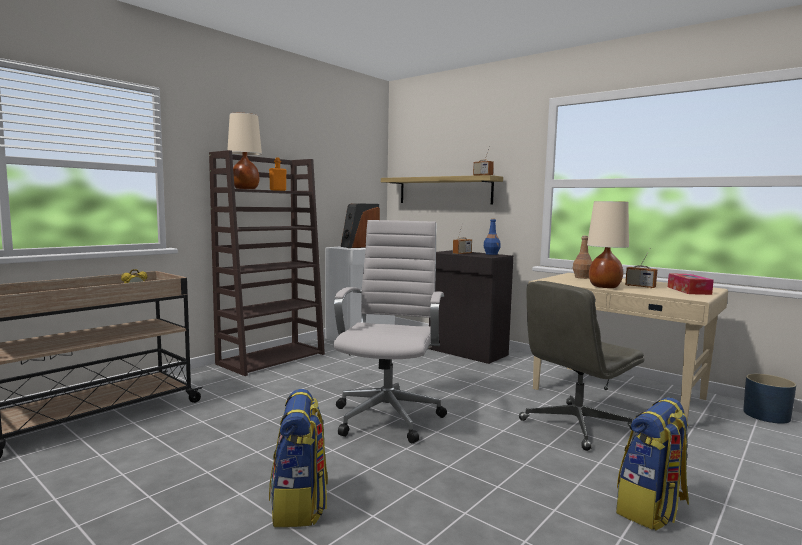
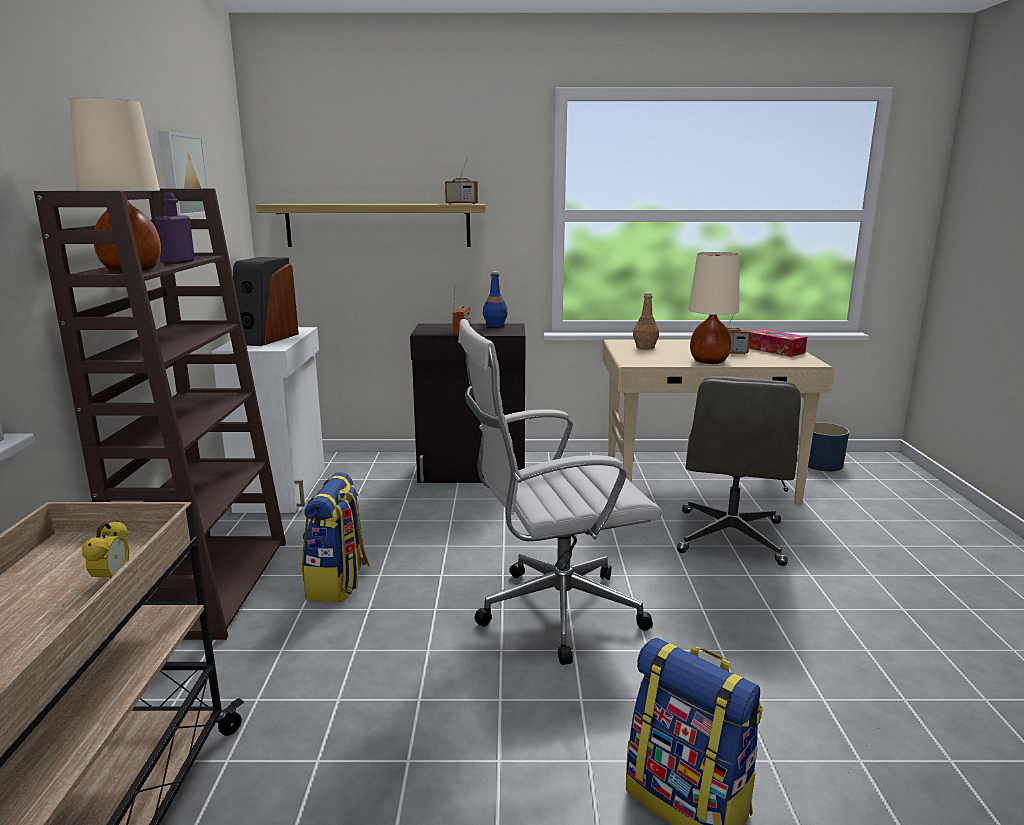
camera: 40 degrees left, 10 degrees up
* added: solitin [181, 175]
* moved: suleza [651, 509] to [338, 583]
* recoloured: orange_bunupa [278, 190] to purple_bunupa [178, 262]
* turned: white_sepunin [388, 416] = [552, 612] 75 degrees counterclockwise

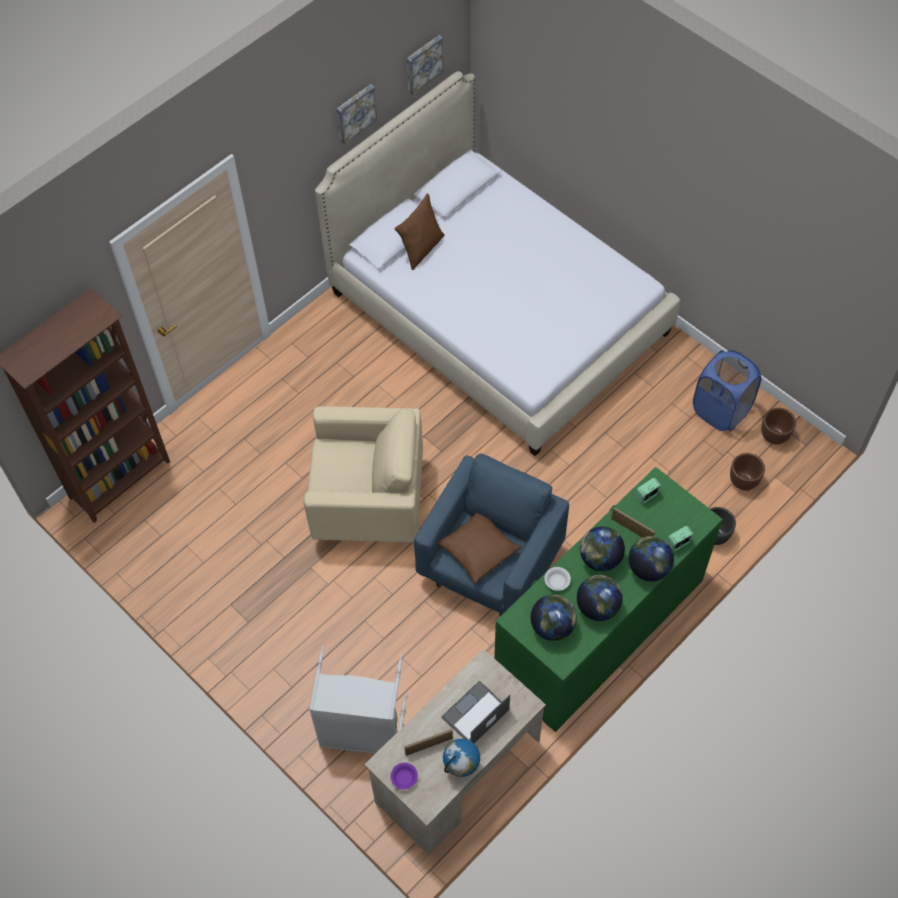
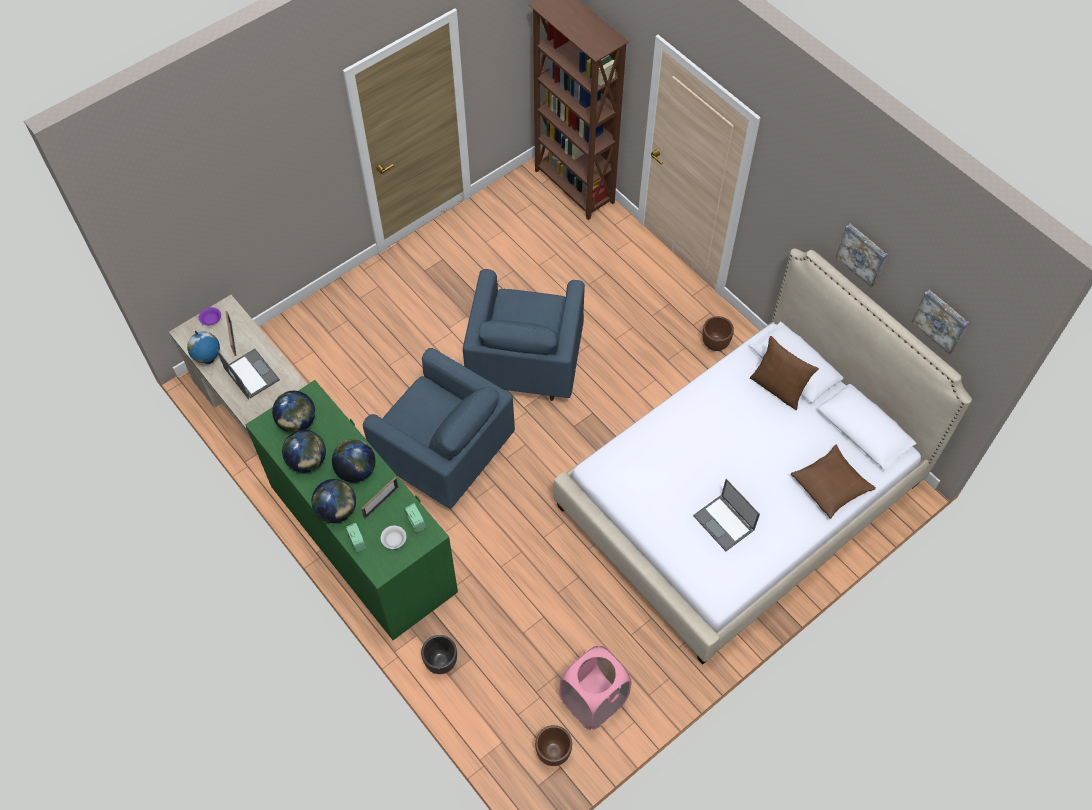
camera: 95 degrees right, 0 degrees up
* removed: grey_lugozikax [362, 731]
* added: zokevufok [724, 523]
* moved: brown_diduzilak [478, 549] to [831, 485]
* moved: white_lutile [557, 581] to [394, 540]
* moved: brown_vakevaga [743, 482] to [715, 344]
* recoloured: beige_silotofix [368, 502] to blue_silotofix [525, 362]
* recoloured: blue_lugozikax [721, 410] to pink_lugozikax [593, 701]

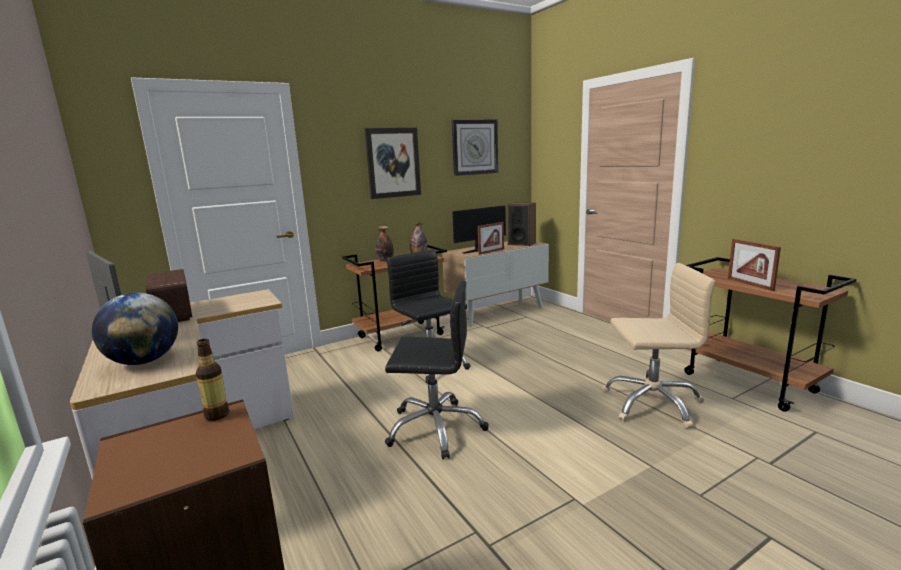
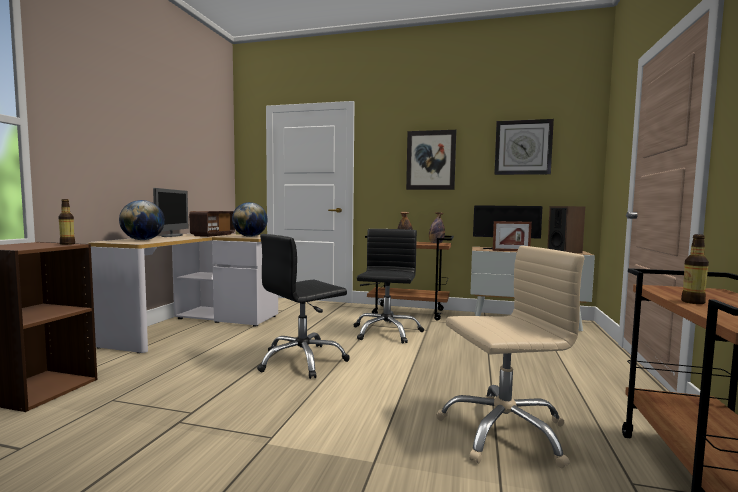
camera: 45 degrees right, 10 degrees down
* added: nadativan [250, 236]
* replaced: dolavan [749, 284] to bunupa [693, 302]
* turned: black_sepunin [435, 428] = [302, 361] 90 degrees clockwise
* turned: beige_sepunin [652, 403] = [503, 431] 60 degrees counterclockwise

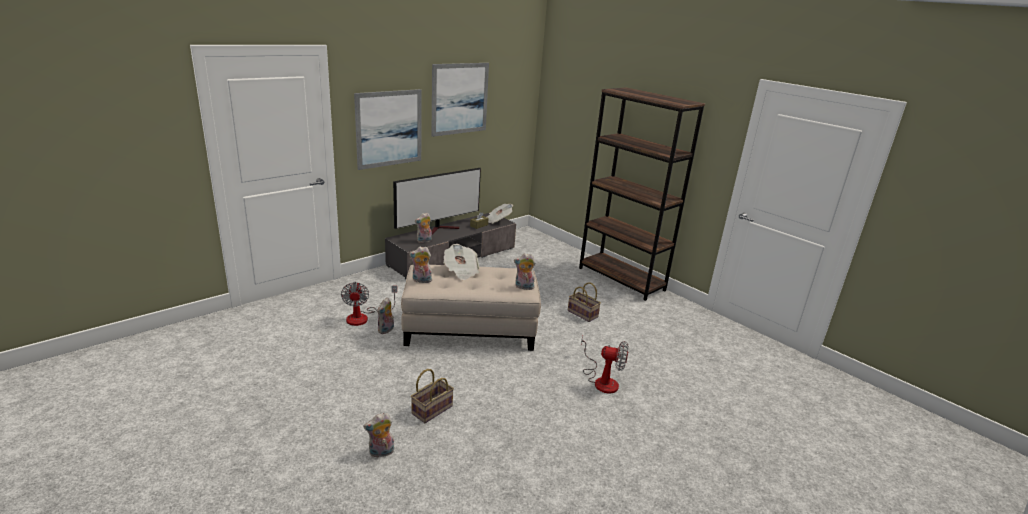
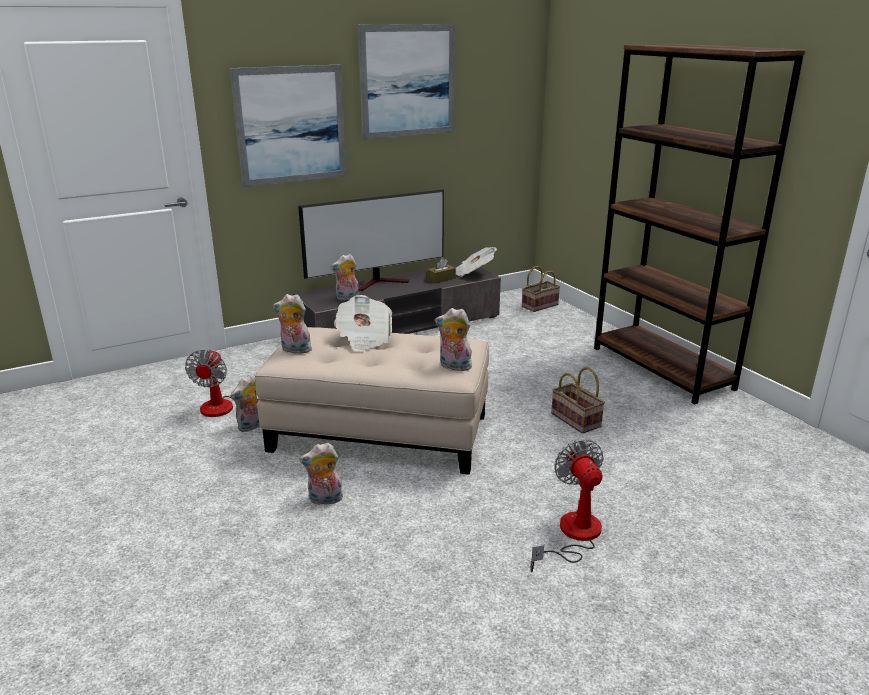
camera: 15 degrees right, 0 degrees up
* moved: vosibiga [381, 453] to [324, 500]
* moved: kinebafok [432, 409] to [540, 305]
* turned: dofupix [602, 380] = [572, 535] 135 degrees counterclockwise

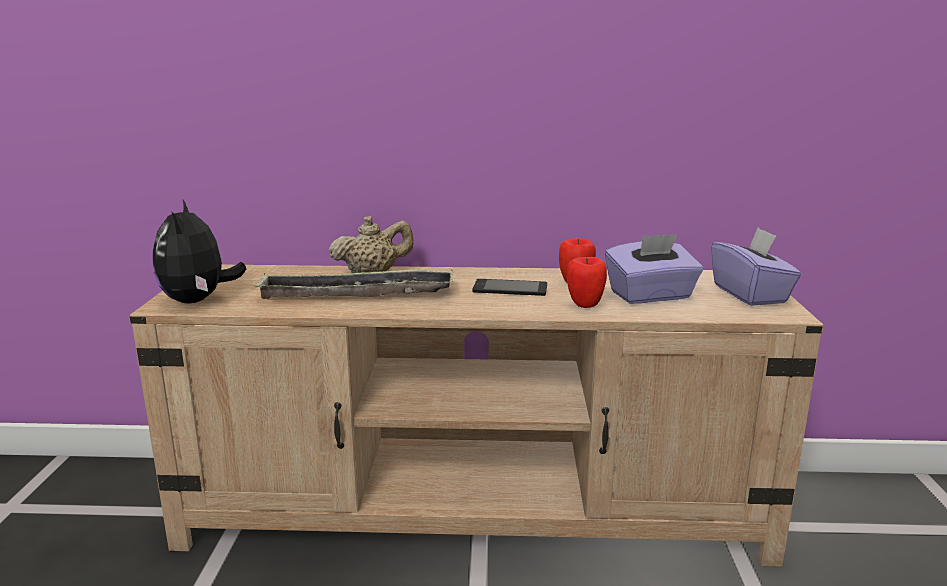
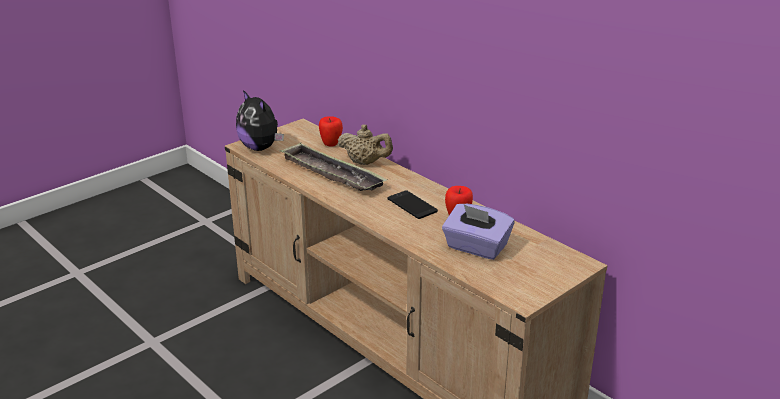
camera: 45 degrees right, 10 degrees up
* removed: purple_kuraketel [750, 294]
* moved: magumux [585, 304] to [331, 144]
* turned: vosibiga [198, 300] = [261, 148] 75 degrees counterclockwise

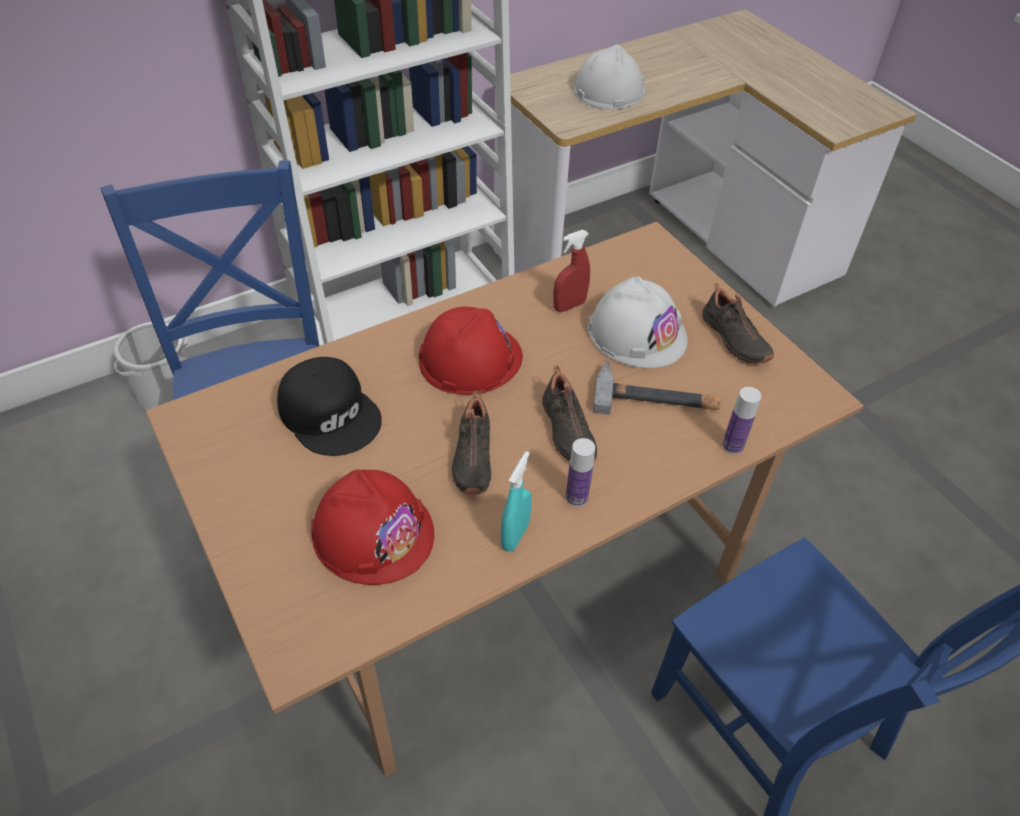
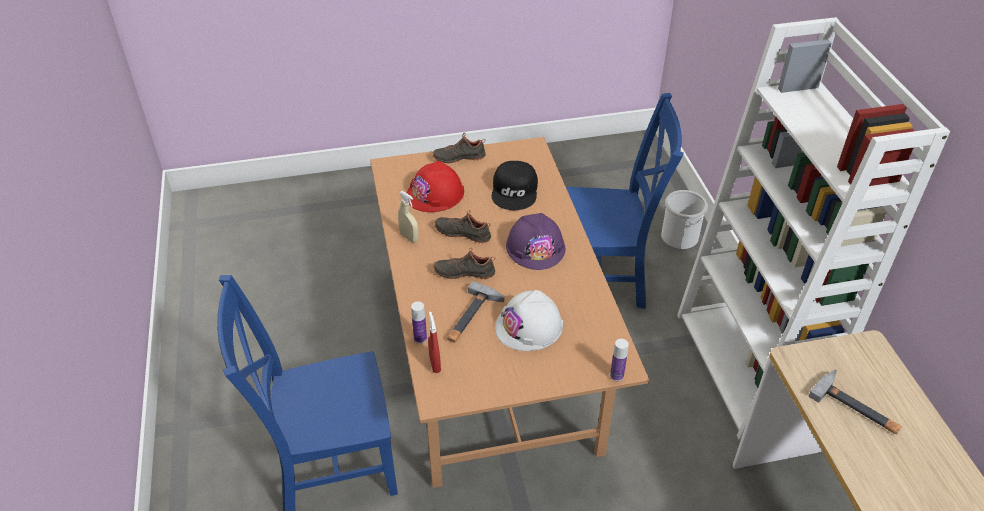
camera: 110 degrees right, 5 degrees down
* moved: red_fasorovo [569, 306] to [435, 364]
* moved: bunupa [576, 497] to [616, 375]
* moved: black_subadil [733, 339] to [459, 157]
* replaced: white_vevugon [609, 90] to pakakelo [857, 407]
* recoloured: red_vevugon [470, 358] to purple_vevugon [535, 247]
* recoloured: turquoise_fasorovo [515, 535] to beige_fasorovo [409, 237]
* turned: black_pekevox [331, 413] = [515, 191] 60 degrees counterclockwise

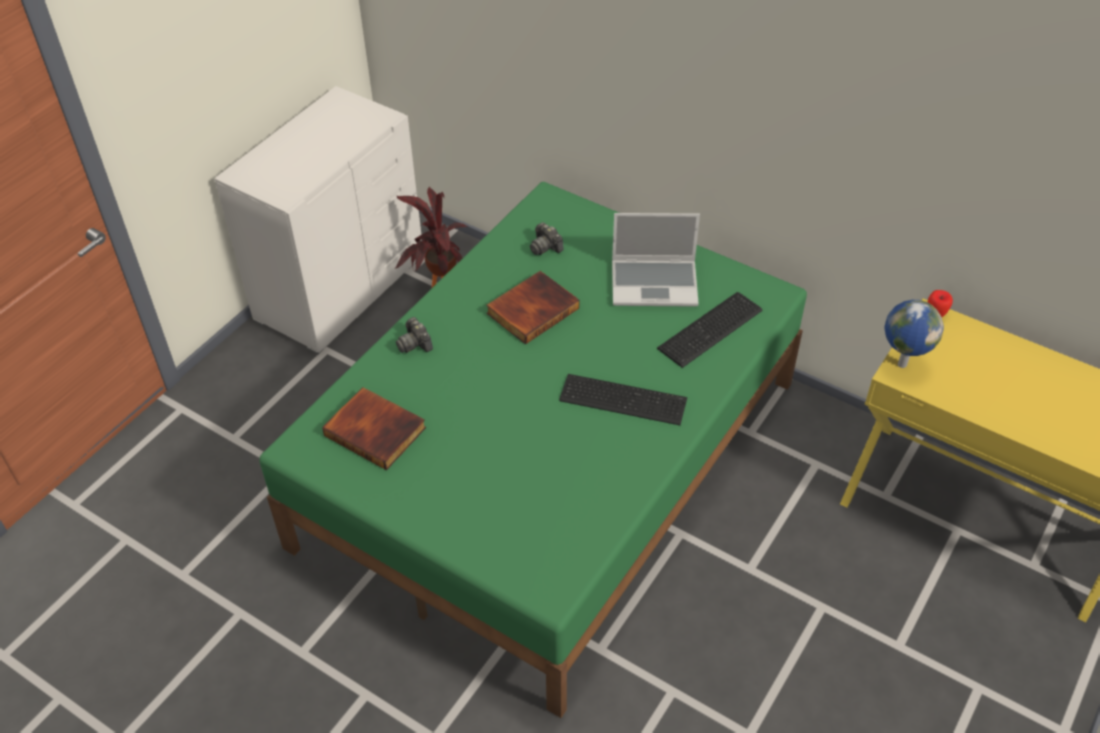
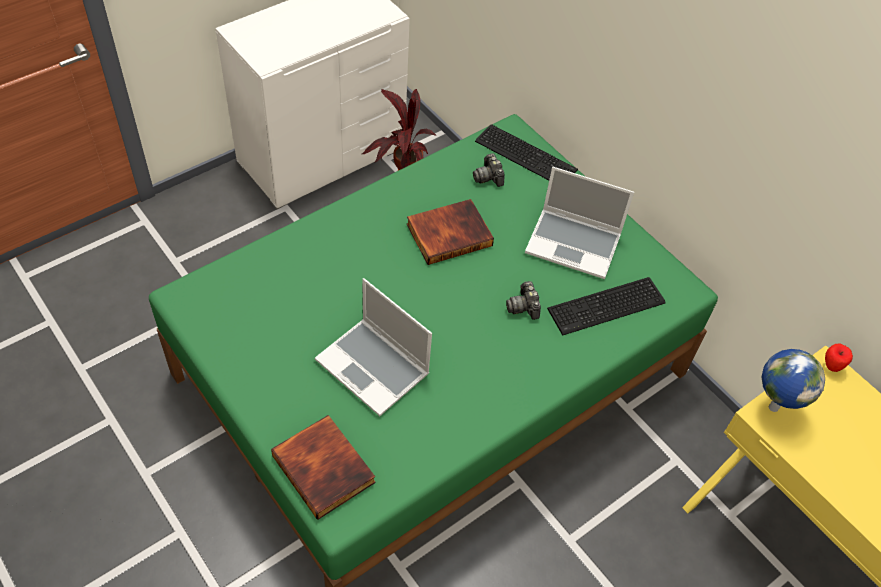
camera: 15 degrees right, 5 degrees up
* added: zokevufok [374, 367]
* moved: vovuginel [376, 430] to [325, 468]
* moved: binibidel [415, 343] to [523, 307]
* moved: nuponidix [622, 397] to [525, 154]

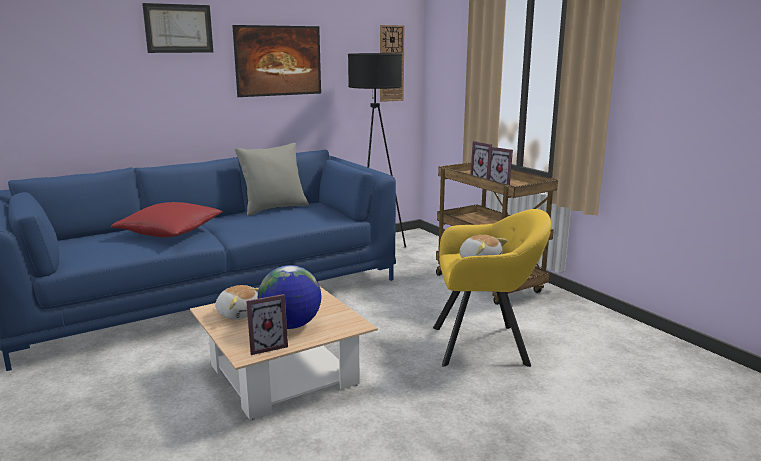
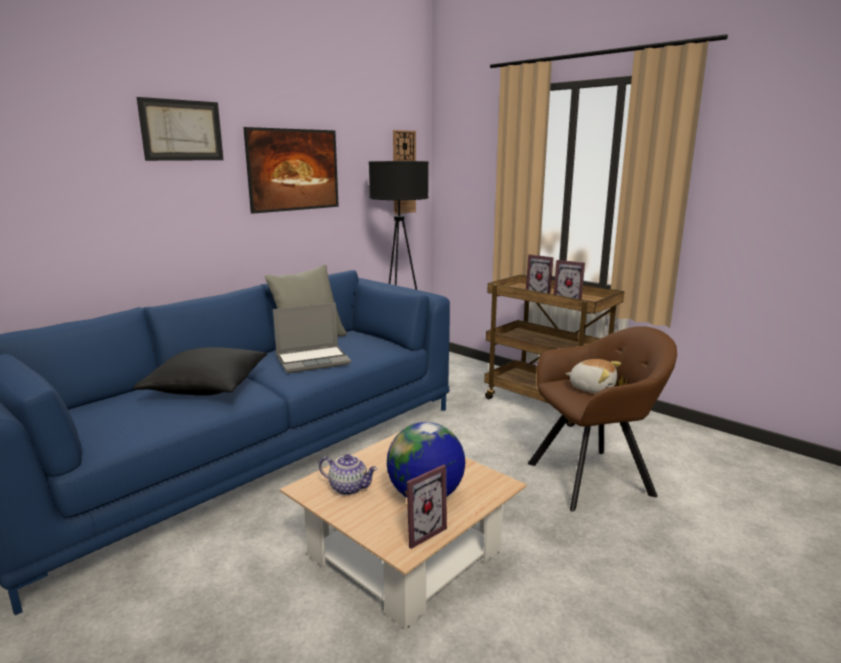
camera: 15 degrees left, 0 degrees up
* added: zokevufok [314, 360]
* replaced: vosibiga [239, 313] to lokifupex [349, 487]
* recoloured: red_diduzilak [170, 233] to black_diduzilak [207, 387]
* recoloured: yellow_silotofix [485, 345] to brown_silotofix [595, 478]

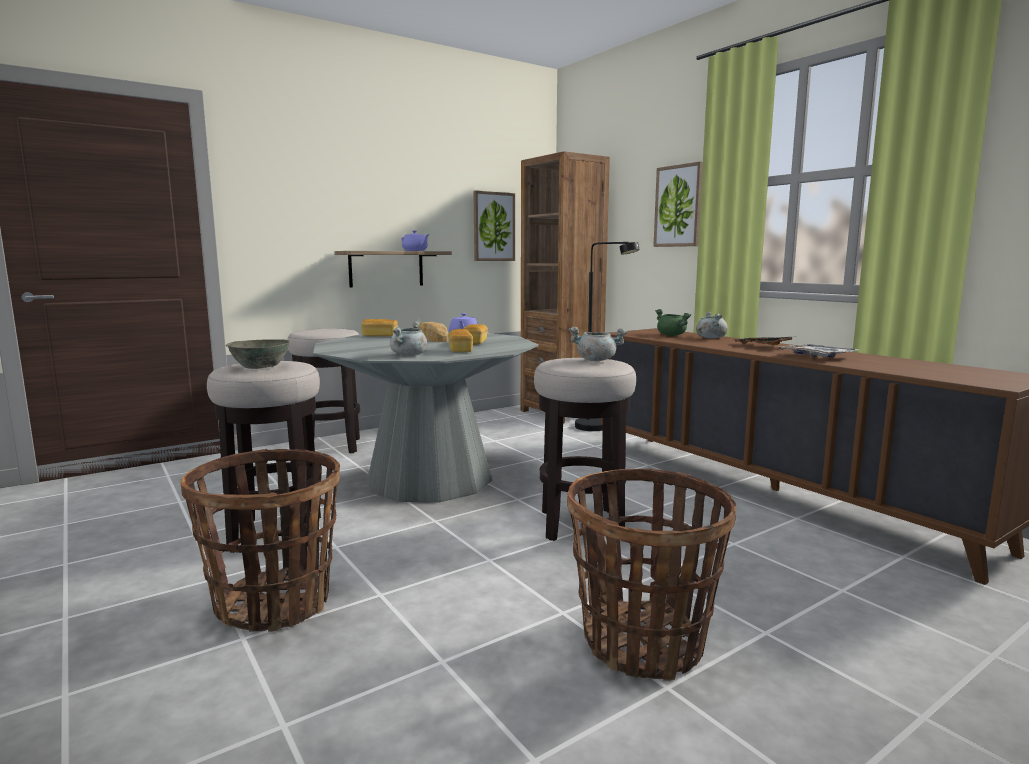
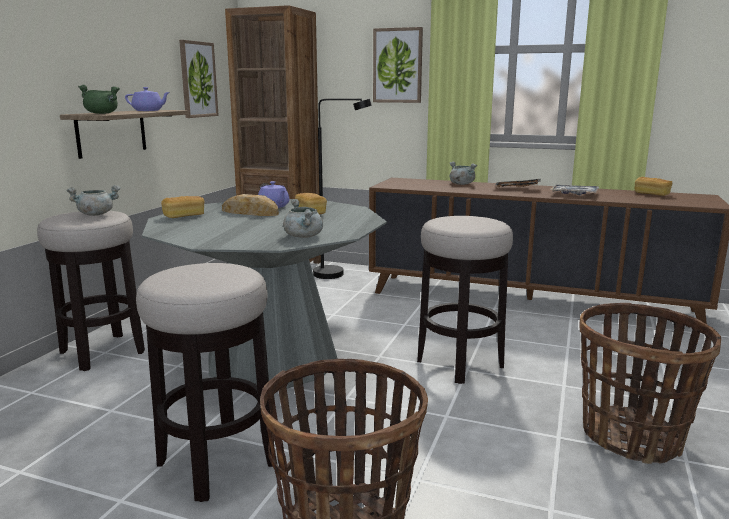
camera: 35 degrees left, 5 degrees up
* removed: grey_lutile [259, 366]
* moved: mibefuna [460, 351] to [651, 194]
* moved: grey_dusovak [596, 360] to [96, 214]
* moved: green_dusovak [672, 335] to [102, 113]

